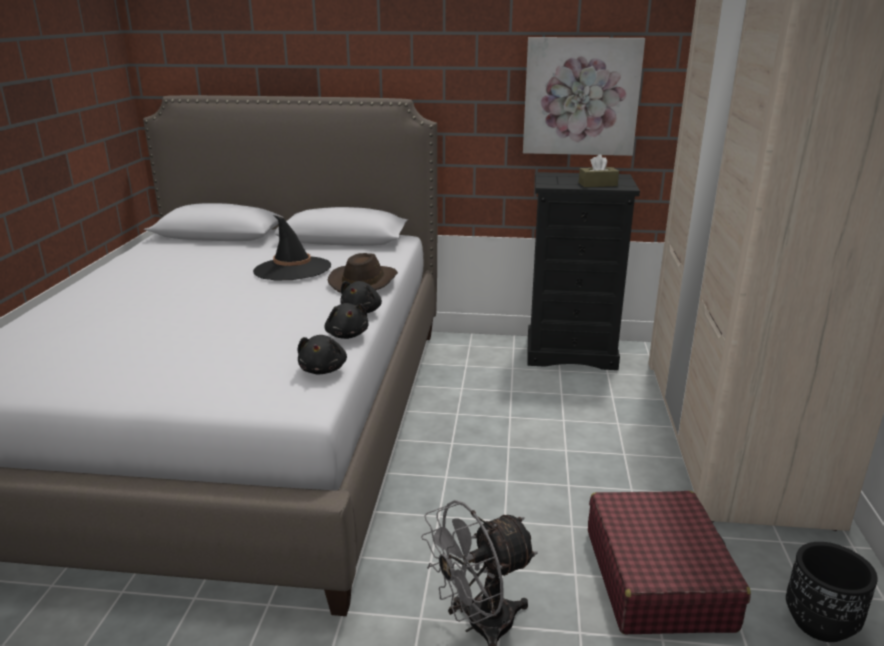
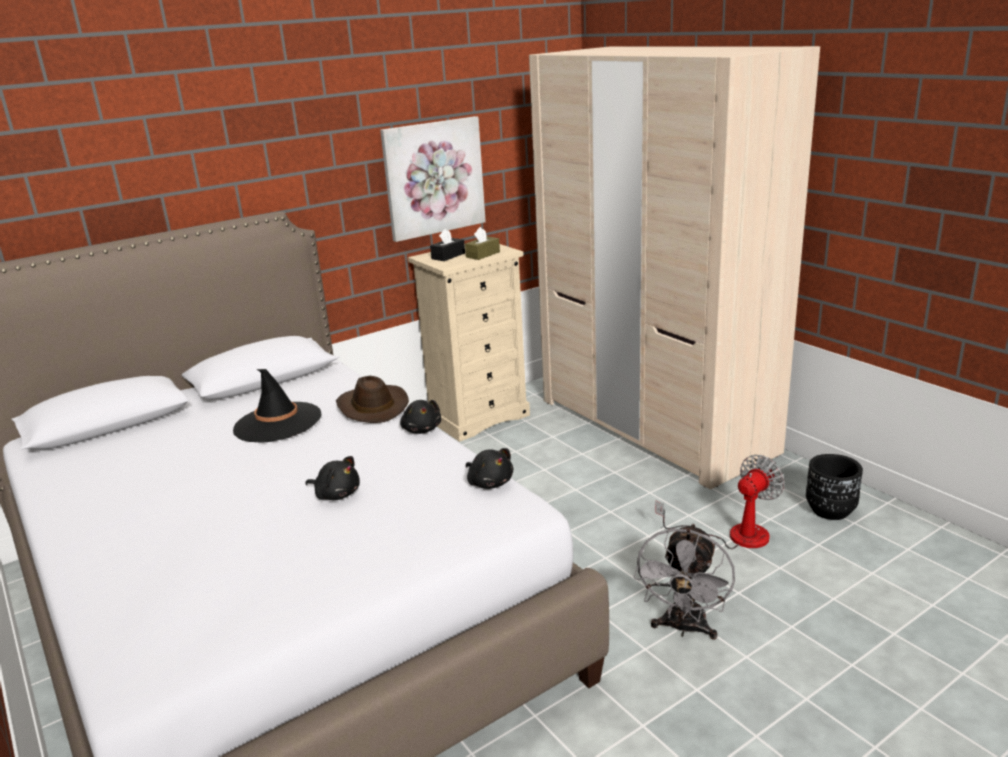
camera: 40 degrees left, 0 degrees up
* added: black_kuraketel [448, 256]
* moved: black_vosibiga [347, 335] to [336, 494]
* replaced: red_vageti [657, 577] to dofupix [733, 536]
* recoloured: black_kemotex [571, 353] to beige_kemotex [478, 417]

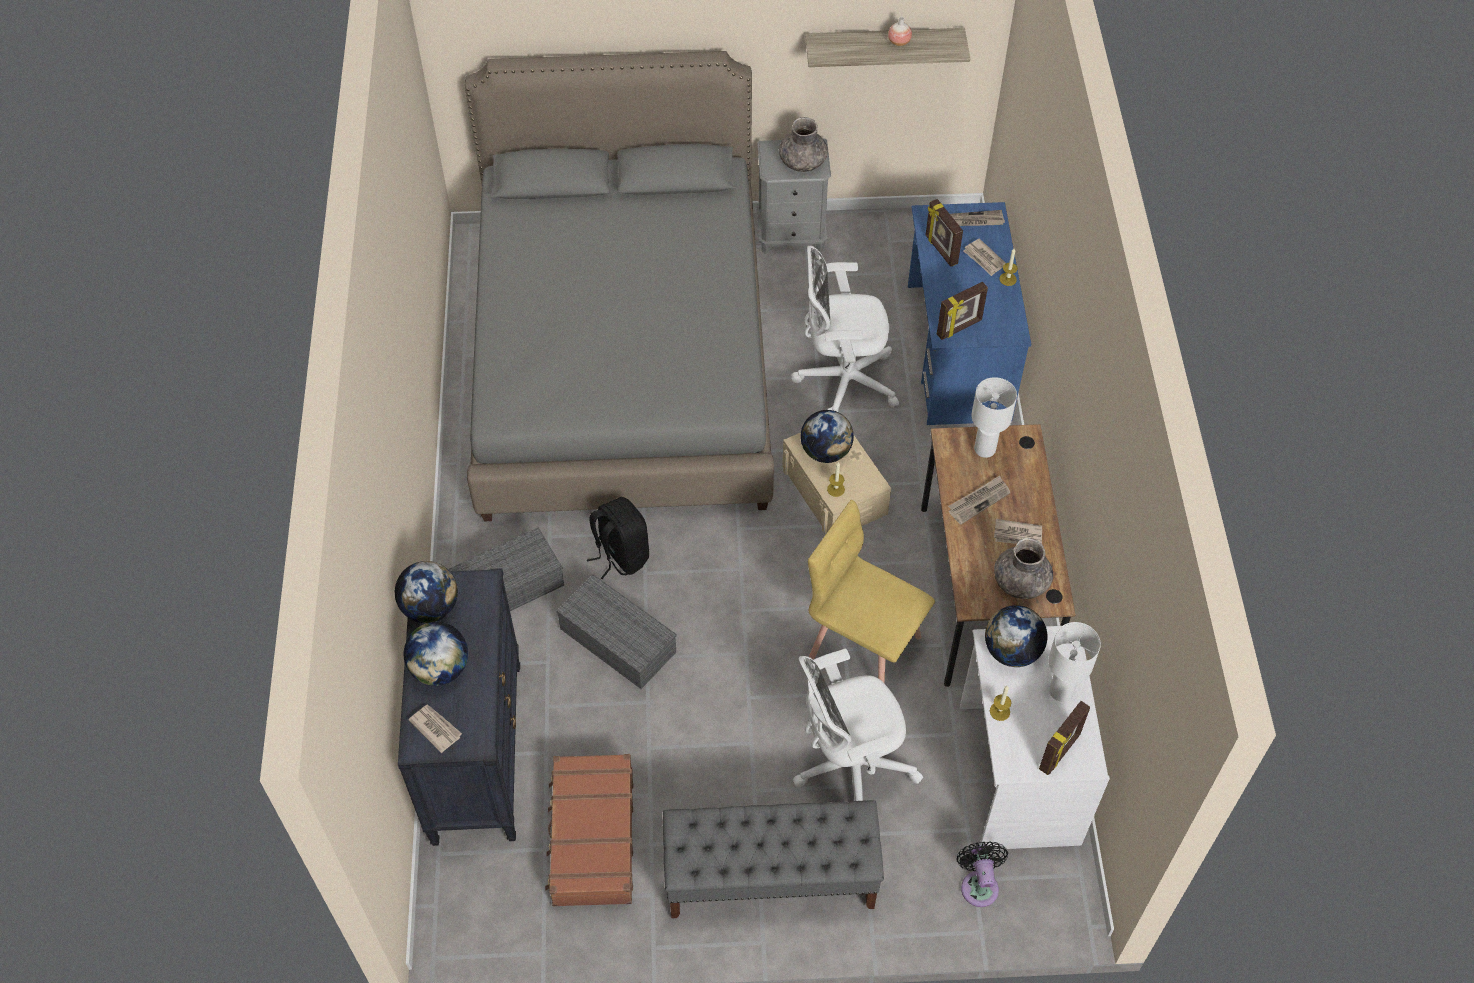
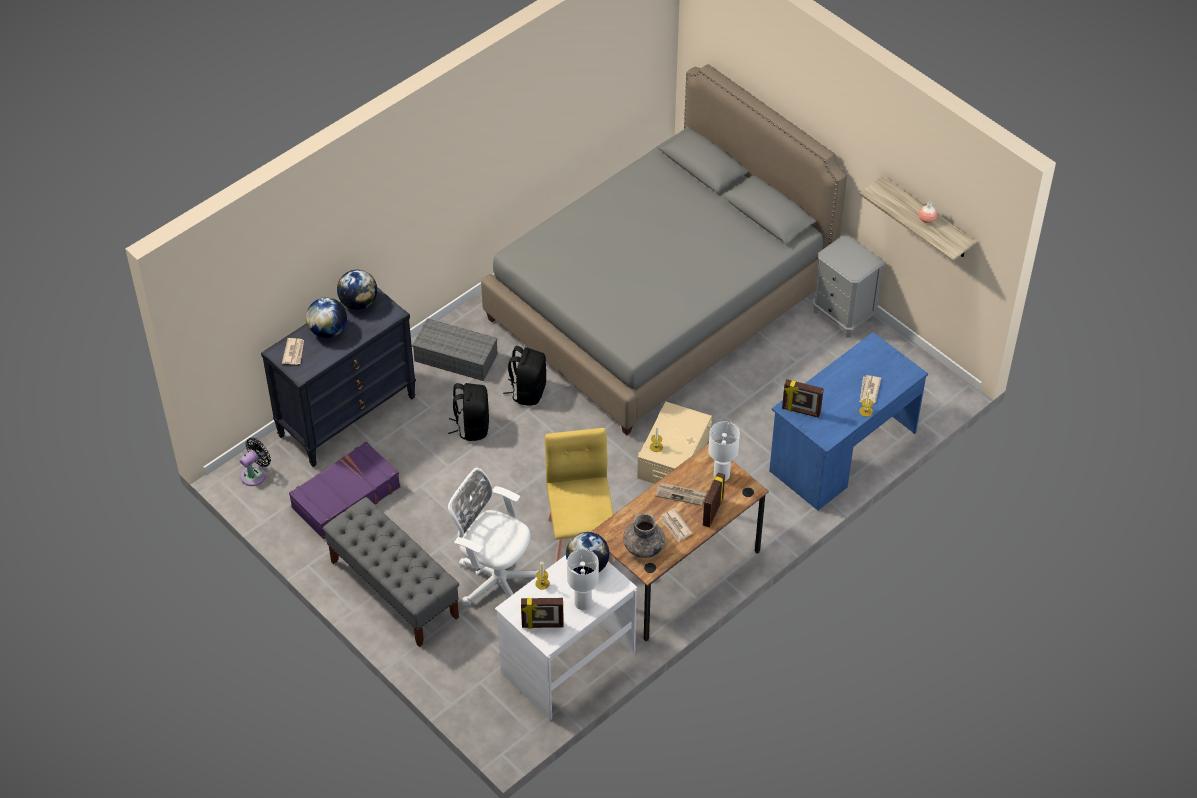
camera: 50 degrees right, 5 degrees down
* removed: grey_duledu [802, 162]
* removed: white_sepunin [842, 380]
* removed: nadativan [826, 451]
* removed: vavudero [973, 221]
* moved: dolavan [940, 250] to [712, 512]
* moved: black_dofupix [979, 884] to [255, 474]
* replaced: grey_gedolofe [616, 640] to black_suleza [472, 426]
* recoloured: brown_vageti [592, 837] to purple_vageti [345, 497]

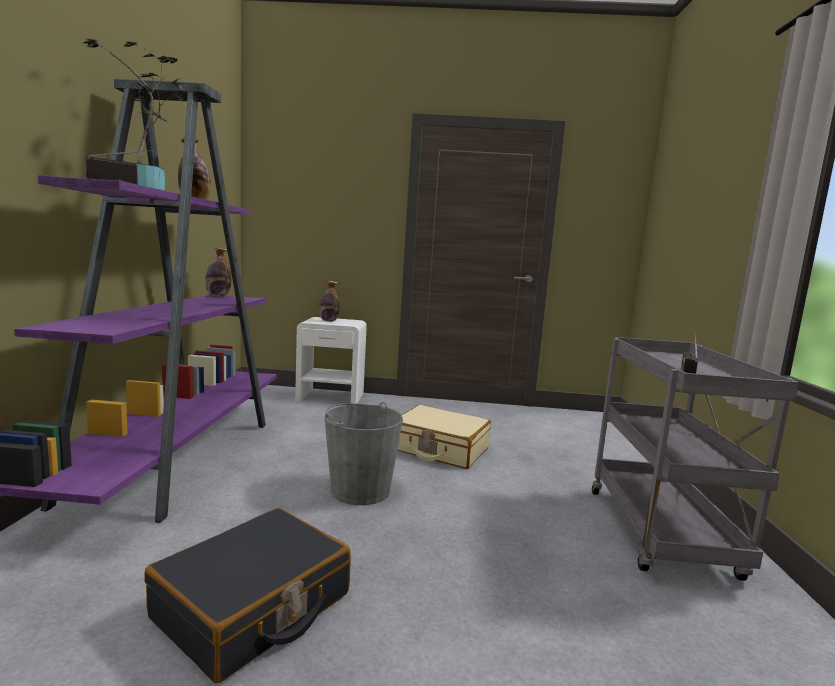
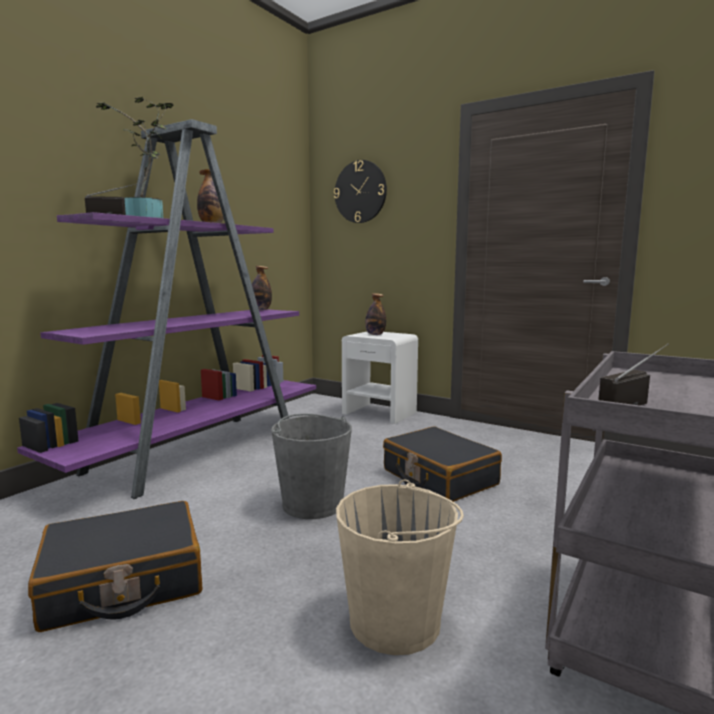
camera: 30 degrees right, 0 degrees up
* added: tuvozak [360, 192]
* added: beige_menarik [395, 621]
* recoloured: beige_vageti [439, 449] to black_vageti [439, 477]

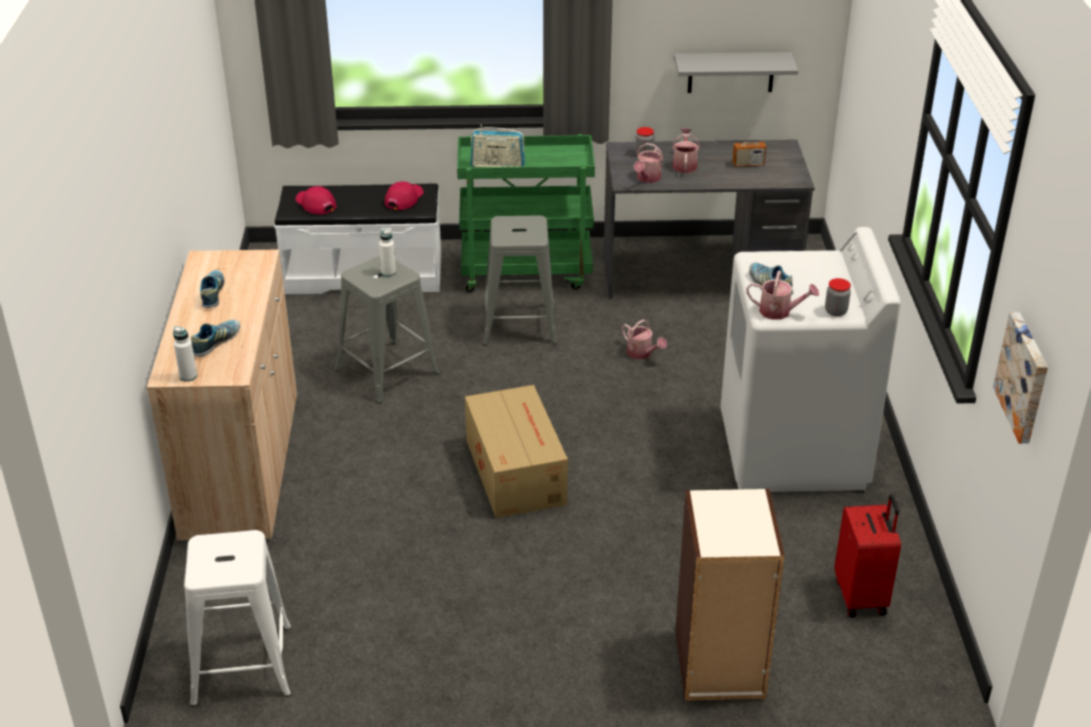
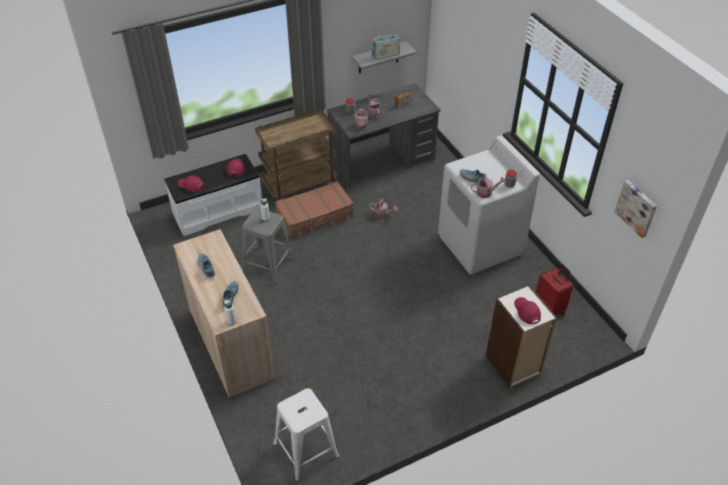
camera: 25 degrees left, 10 degrees up
* removed: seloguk [516, 470]
* added: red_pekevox [526, 311]
* moved: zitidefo [497, 166] to [385, 55]
* replaced: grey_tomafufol [519, 324] to brown_vageti [315, 216]
* recoloured: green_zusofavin [527, 272] to brown_zusofavin [299, 184]

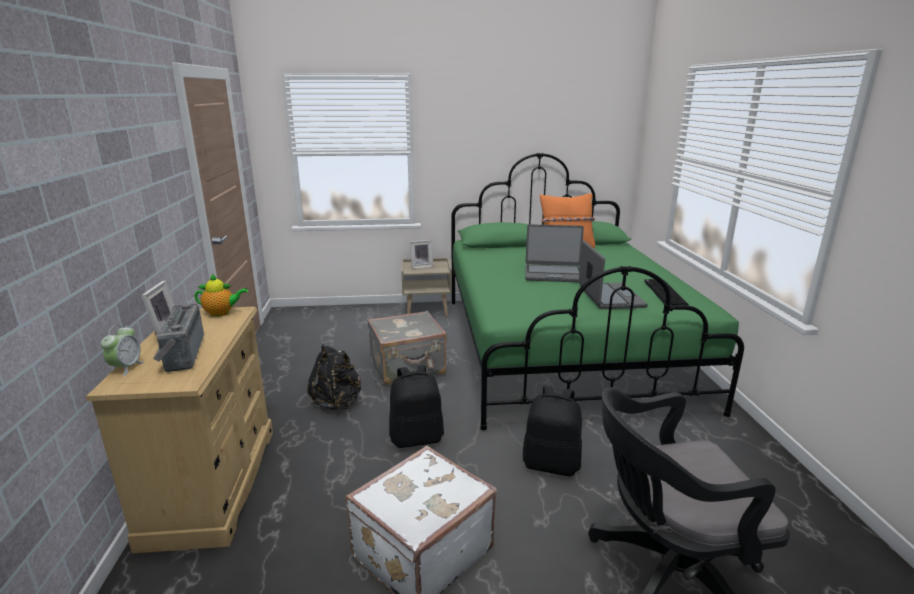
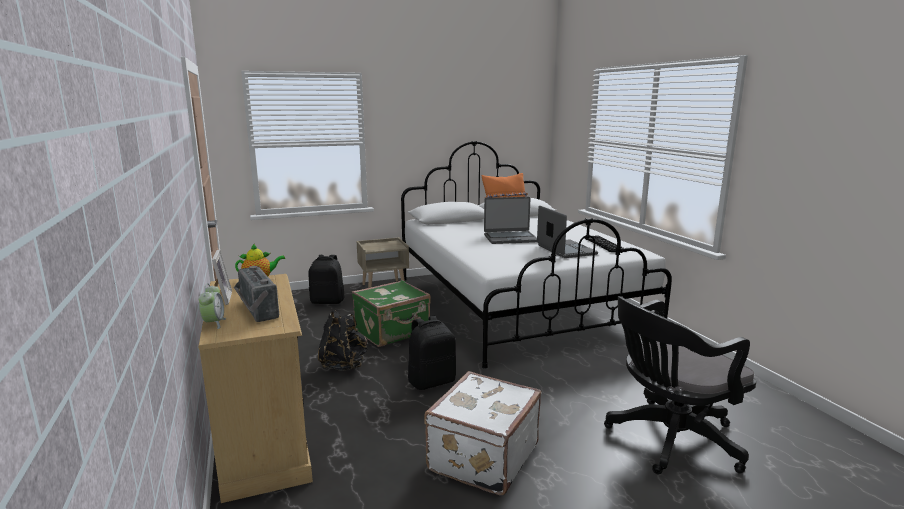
camera: 15 degrees left, 5 degrees down
* removed: dolavan [421, 266]
* moved: black_suleza [551, 464] to [328, 301]
* recoloured: grey_vageti [408, 368] to green_vageti [393, 332]
* recoloured: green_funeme [562, 348] to white_funeme [516, 304]

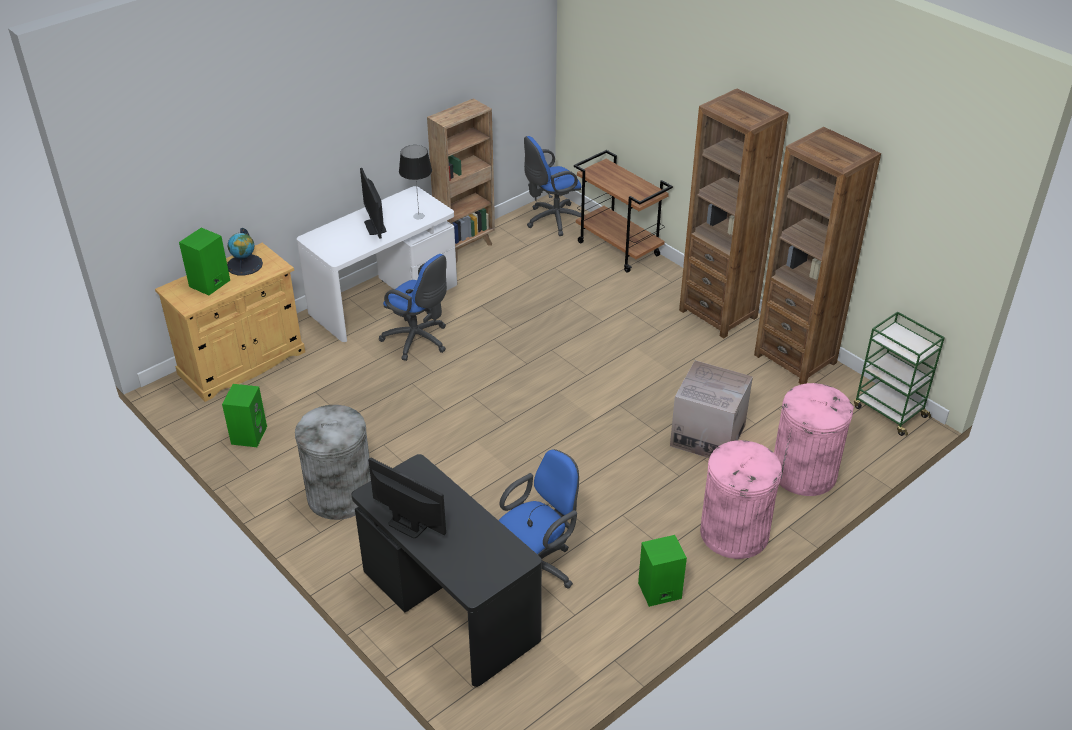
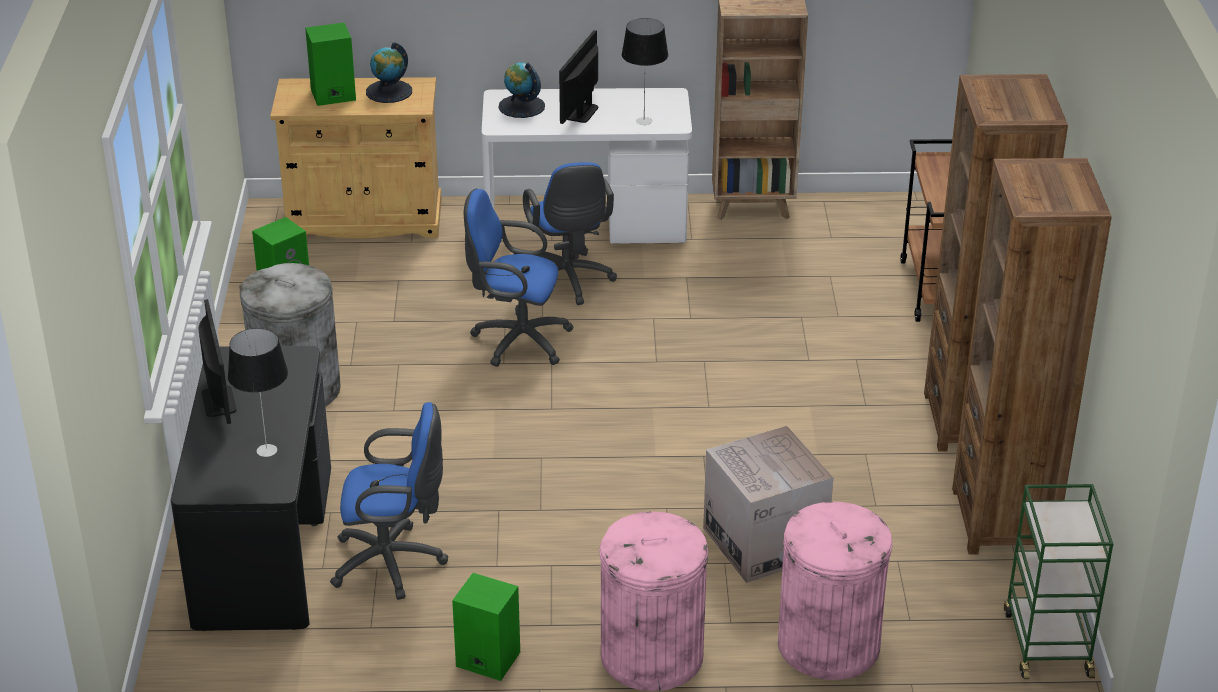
camera: 40 degrees right, 5 degrees down
* added: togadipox [266, 451]
* added: nadativan [521, 106]
* moved: blue_sepunin [552, 220] to [516, 340]

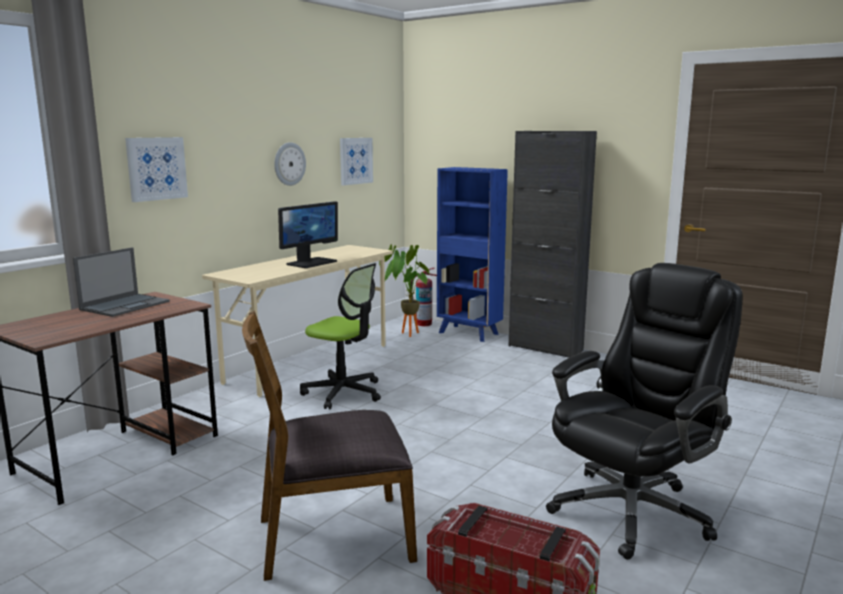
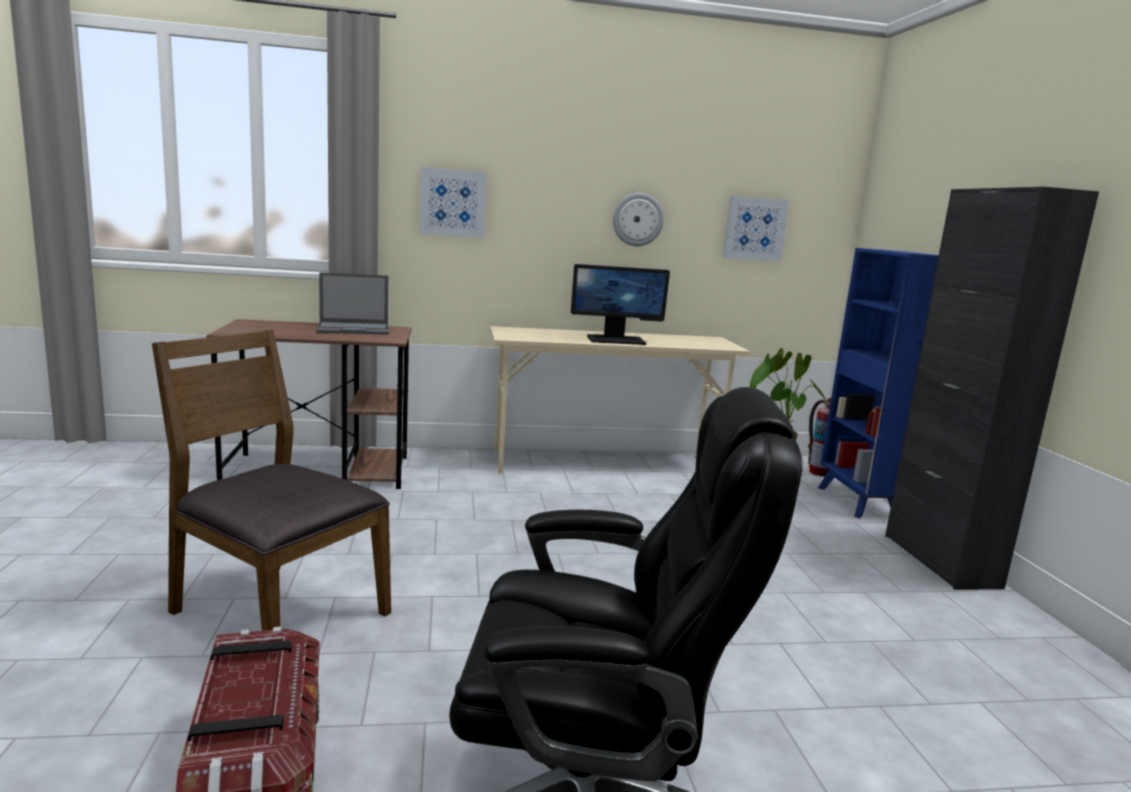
camera: 45 degrees right, 0 degrees up
* removed: sepunin [343, 393]

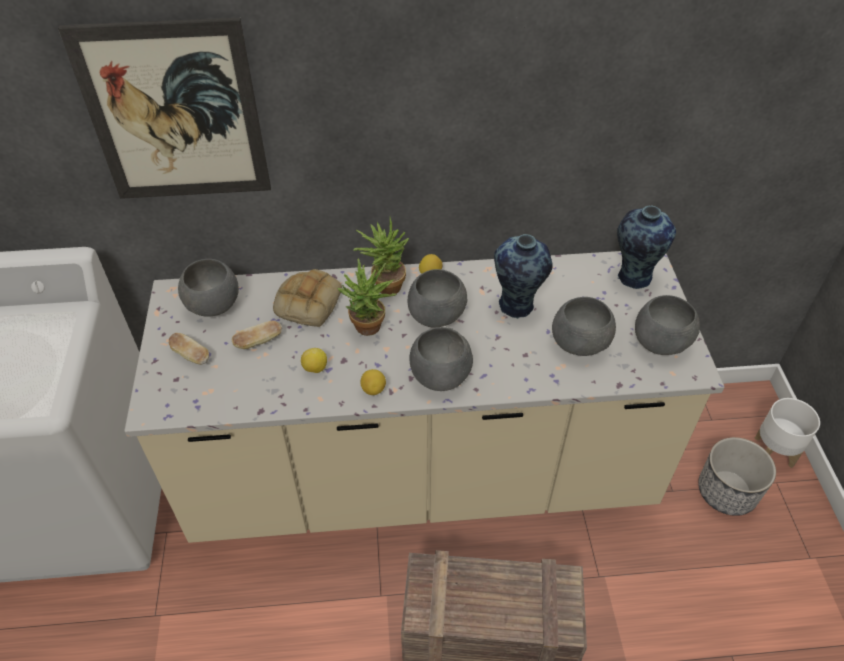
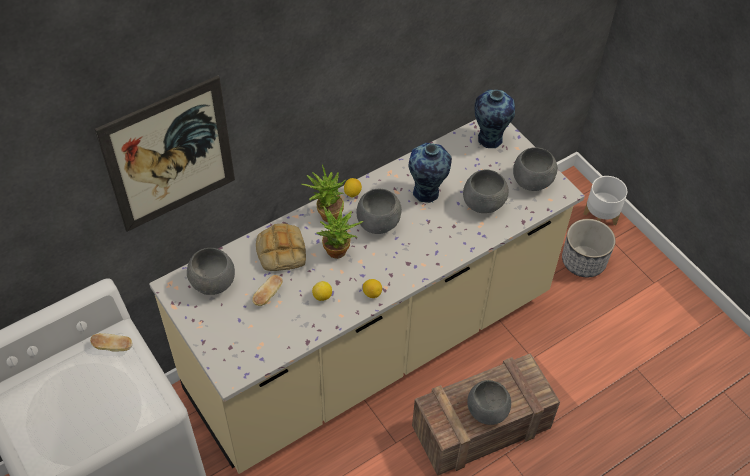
camera: 30 degrees left, 5 degrees up
* moved: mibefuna [191, 356] to [113, 347]
* moved: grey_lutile [441, 376] to [487, 410]

